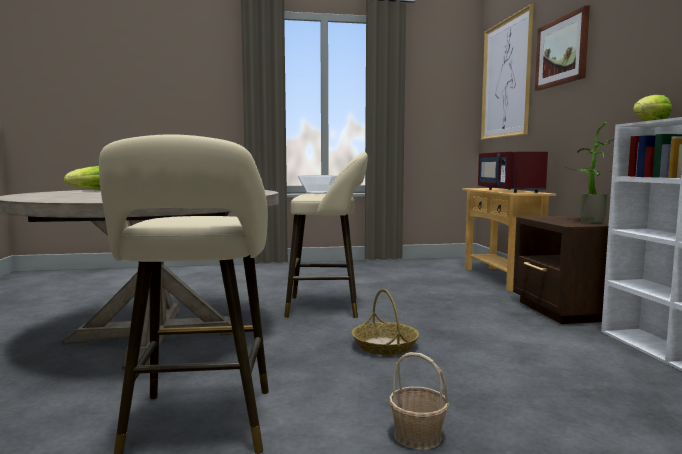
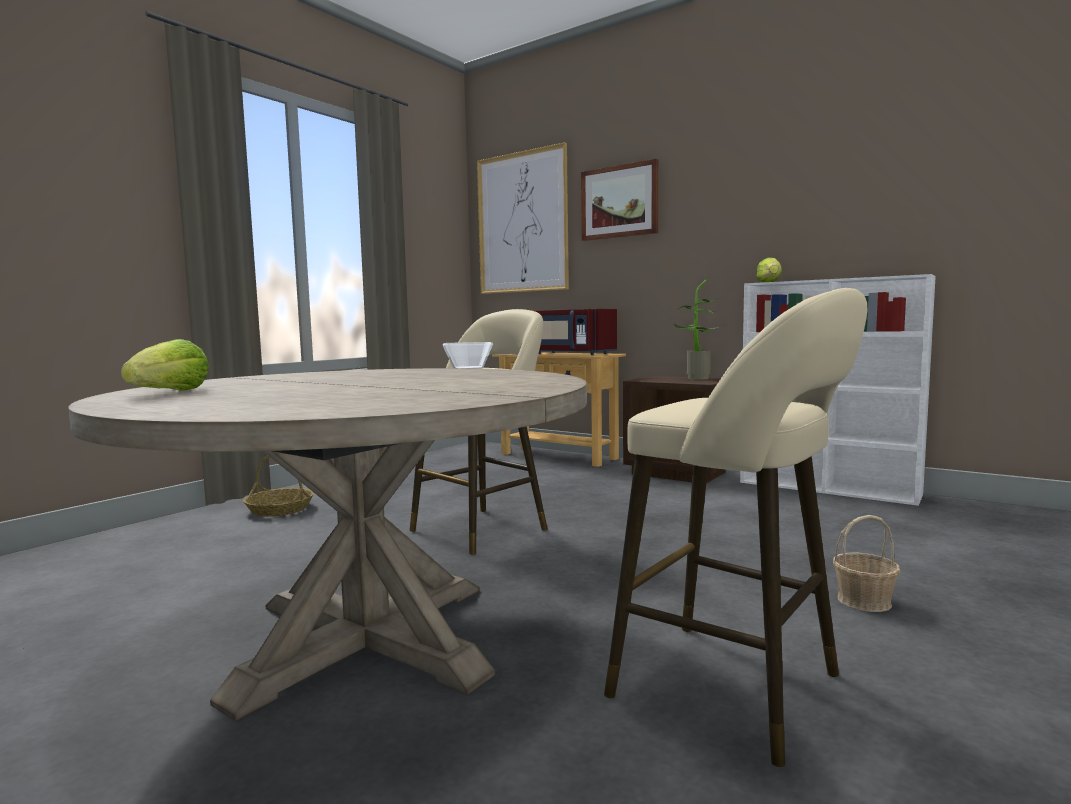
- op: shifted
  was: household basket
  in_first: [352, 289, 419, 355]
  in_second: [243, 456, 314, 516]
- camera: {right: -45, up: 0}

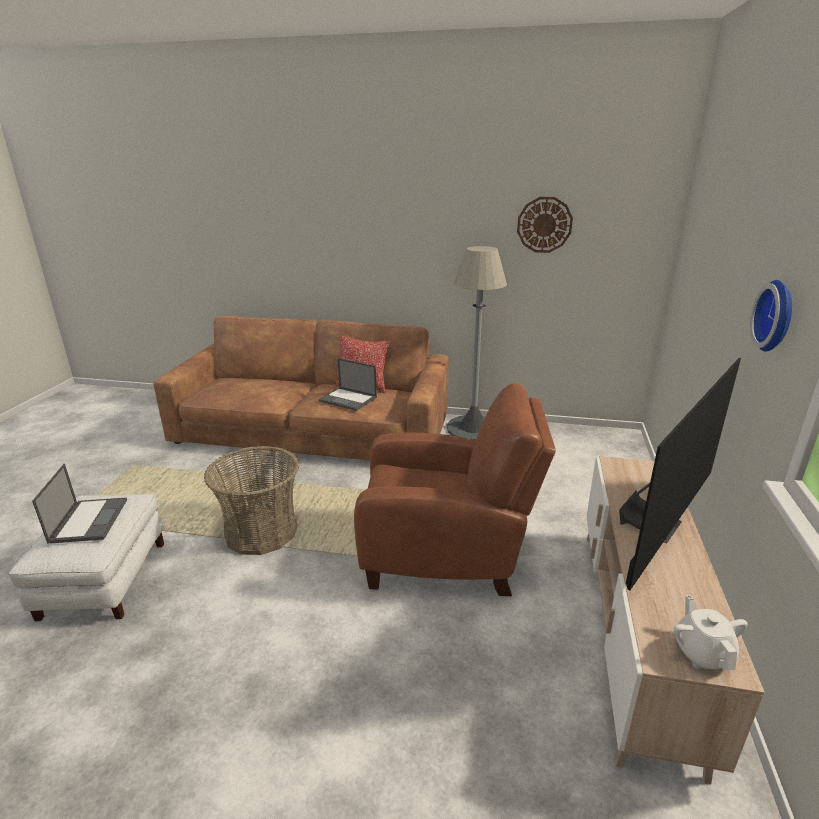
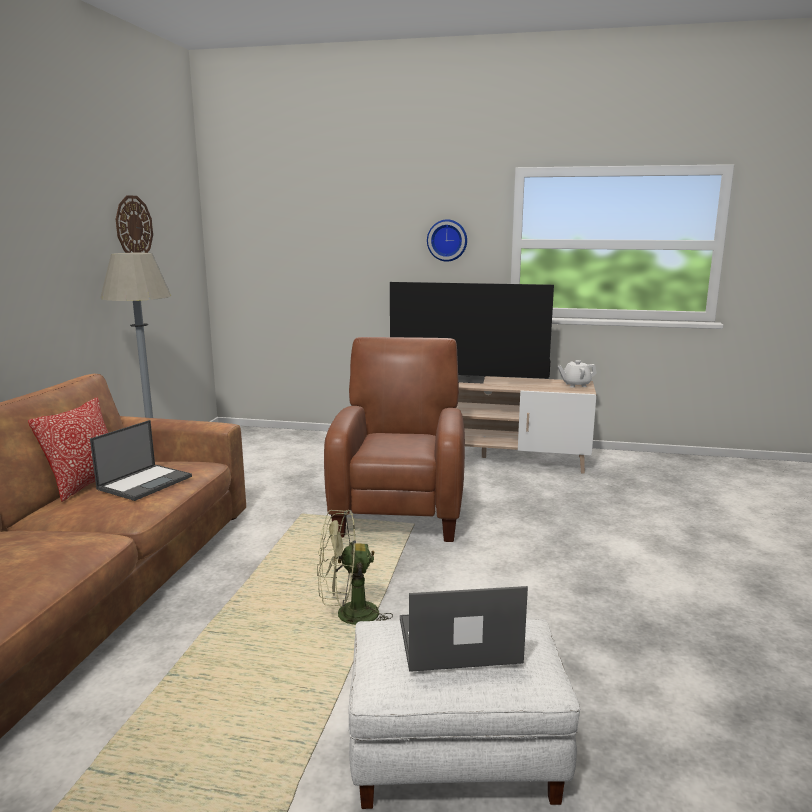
- op: swapped
  was: household basket
  now: green fan
  in_first: [204, 446, 299, 555]
  in_second: [317, 510, 393, 625]
- op: rotated
  was: TV
  in_first: [619, 358, 741, 591]
  in_second: [390, 282, 554, 383]
  clockwise: 150
- camera: {right: -90, up: -10}

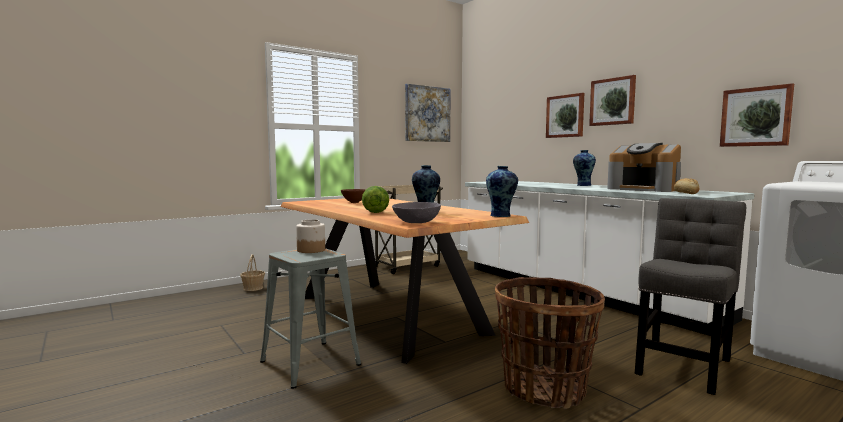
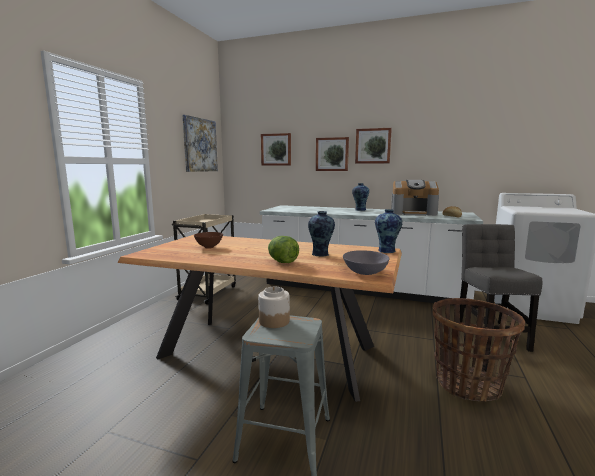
- op: gone
  was: household basket
  in_first: [240, 254, 265, 291]
- op: shifted
  was: picture
  in_first: [720, 83, 794, 147]
  in_second: [261, 133, 291, 166]
- camera: {right: -35, up: 5}

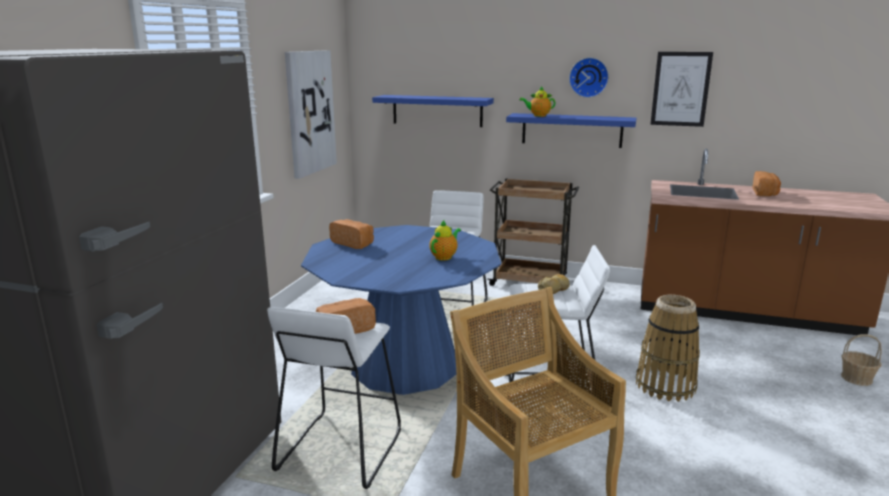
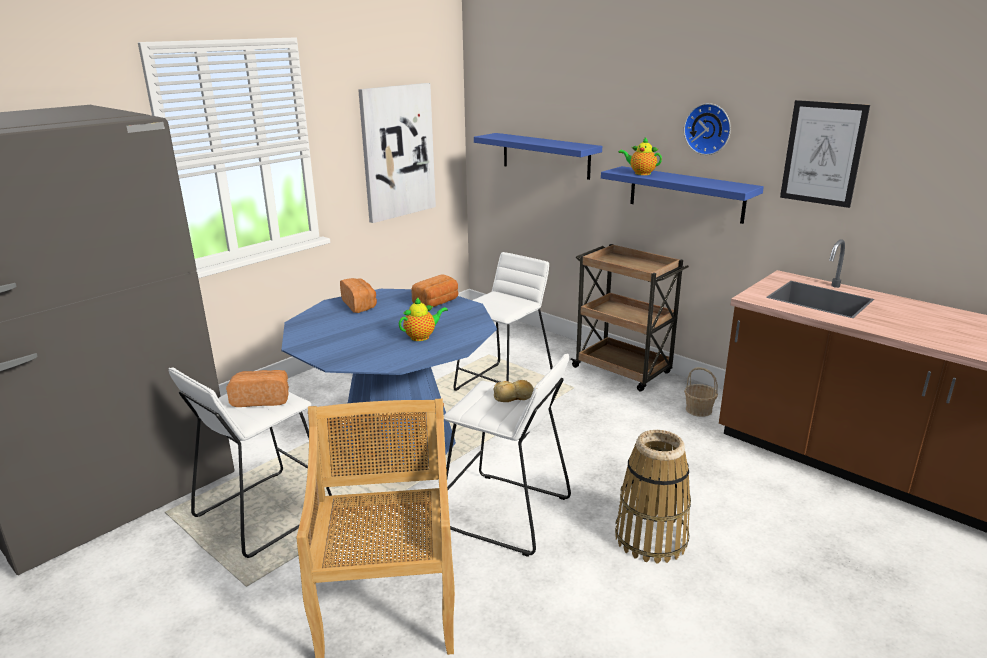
- op: shifted
  was: baked bread
  in_first: [752, 171, 781, 196]
  in_second: [411, 274, 459, 307]
- op: shifted
  was: household basket
  in_first: [841, 334, 882, 386]
  in_second: [684, 367, 718, 417]
- camera: {right: 25, up: 5}

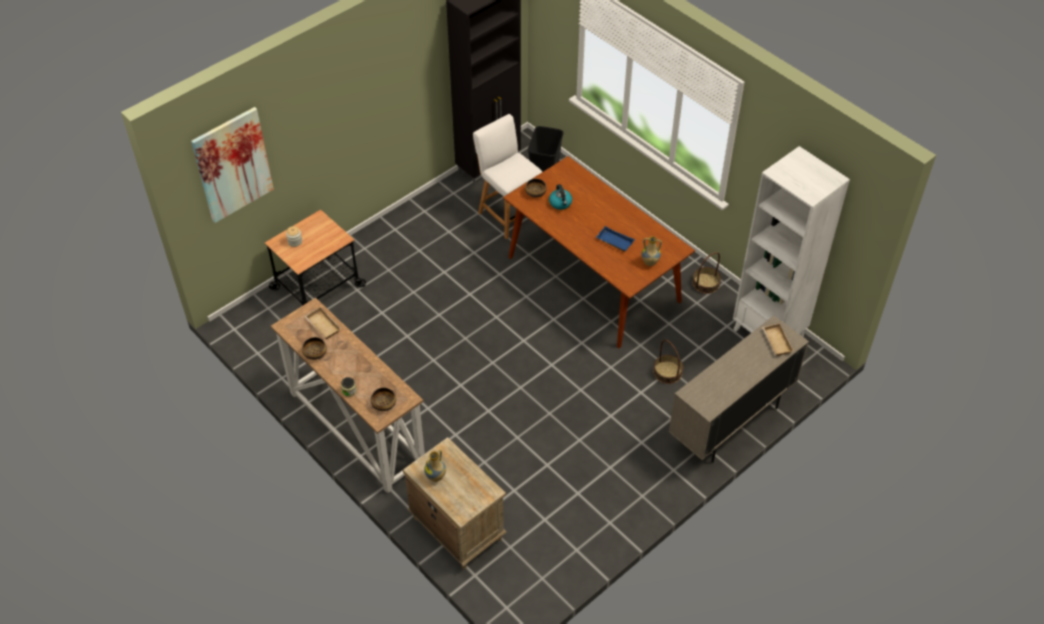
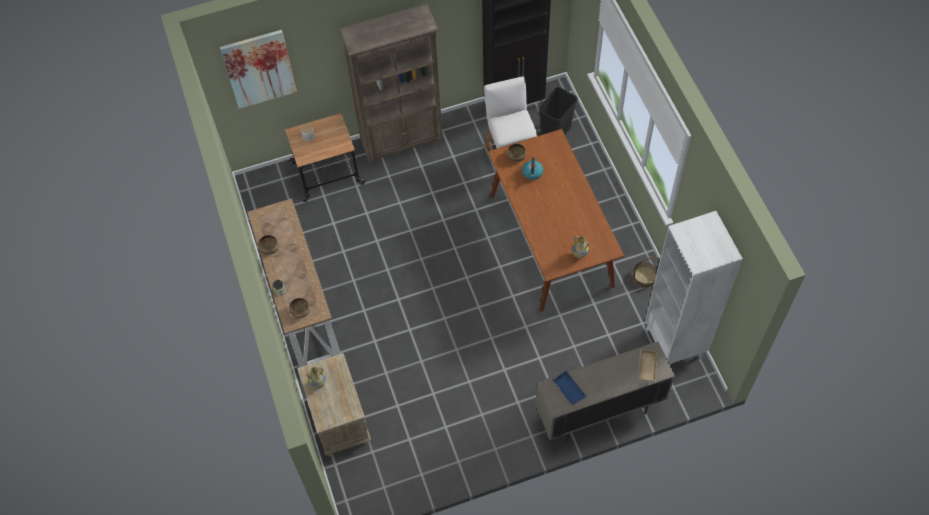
- op: gone
  was: sand-coloured tray
  in_first: [304, 307, 341, 339]
- op: gone
  was: household basket
  in_first: [653, 339, 683, 384]
- op: new
  now: brownish bookcase
  in_second: [339, 4, 443, 165]
- op: shifted
  was: bluish tray
  in_first: [596, 226, 635, 252]
  in_second: [553, 371, 586, 405]
- camera: {right: 25, up: 10}

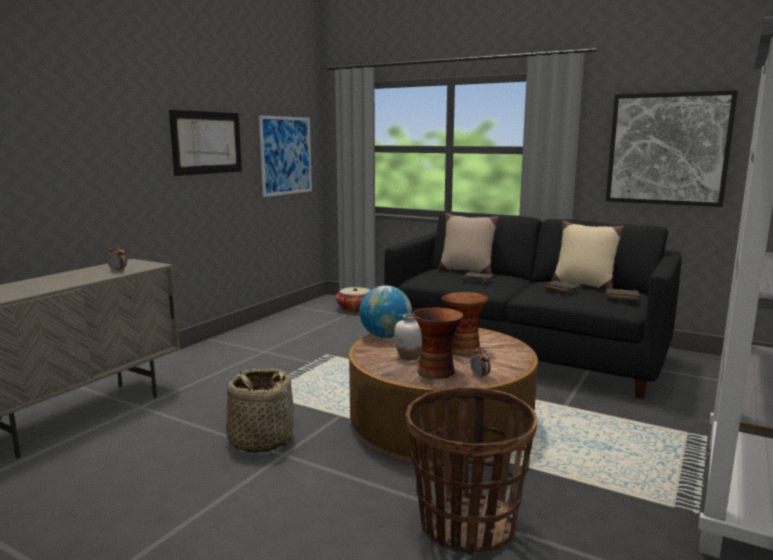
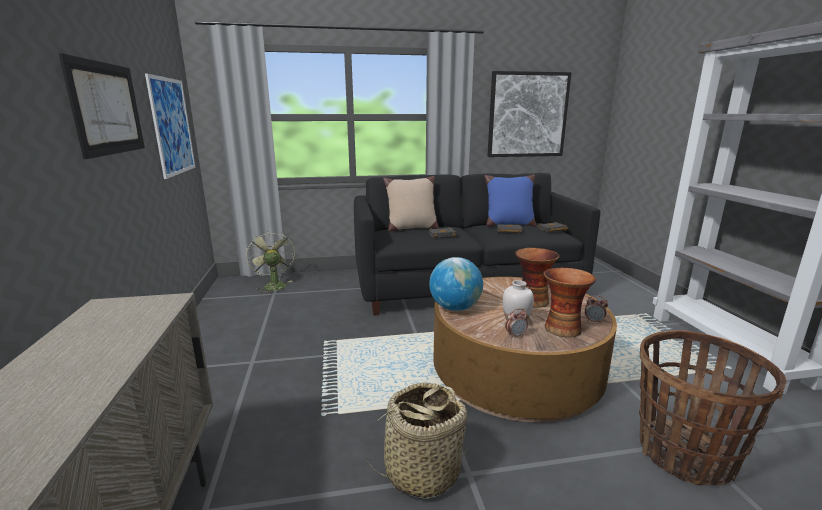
- op: shifted
  was: table clock
  in_first: [107, 245, 127, 272]
  in_second: [505, 309, 528, 338]
- op: swapped
  was: household basket
  now: green fan
  in_first: [335, 287, 370, 312]
  in_second: [246, 230, 295, 294]
- op: repainted
  was: sand-coloured pillow
  now: bluish pillow
  in_first: [552, 220, 625, 290]
  in_second: [484, 175, 536, 227]
- camera: {right: -40, up: 5}

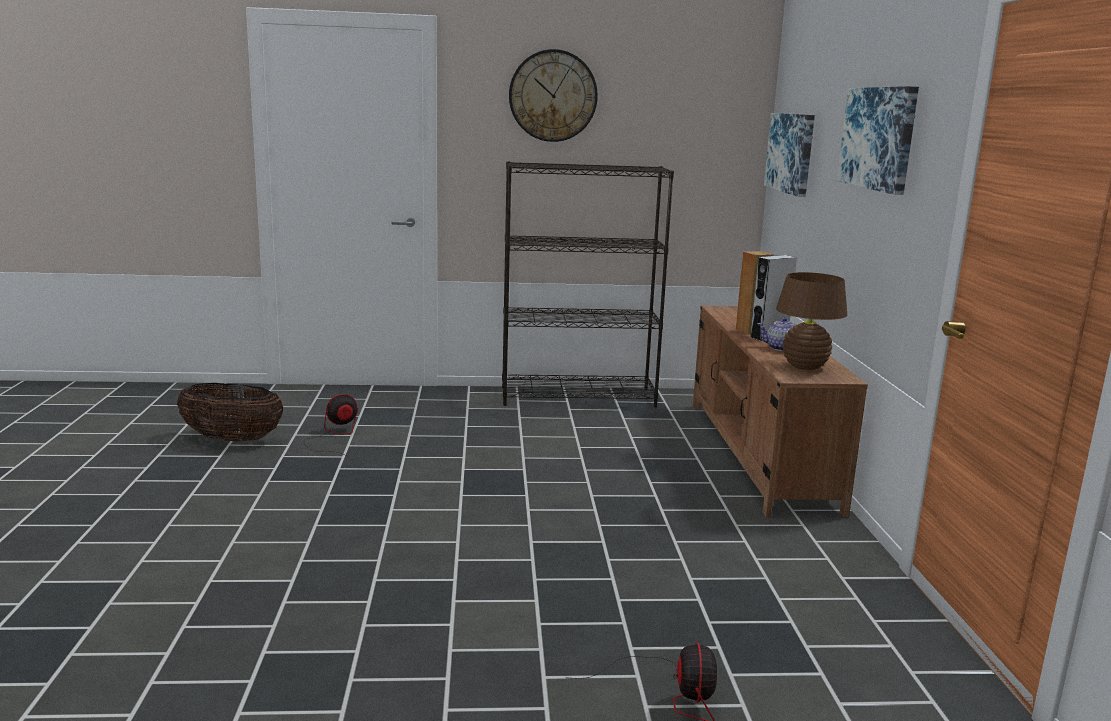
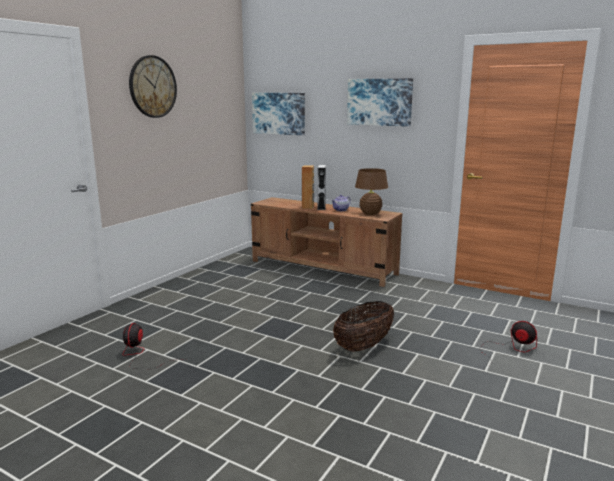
- op: gone
  was: black-coloured bookcase
  in_first: [502, 161, 674, 407]
- op: shifted
  was: household basket
  in_first: [177, 383, 284, 441]
  in_second: [333, 301, 394, 352]
- camera: {right: -55, up: 0}

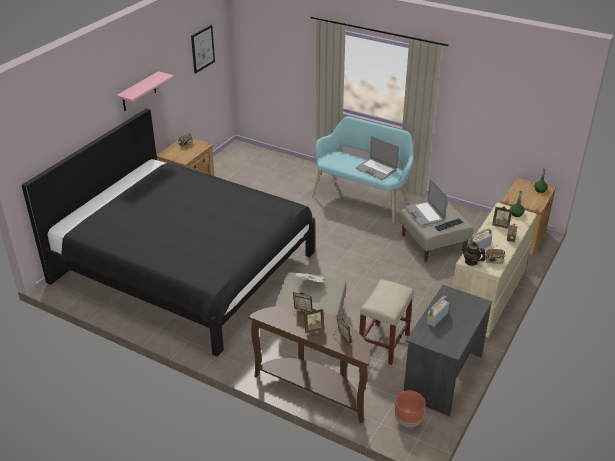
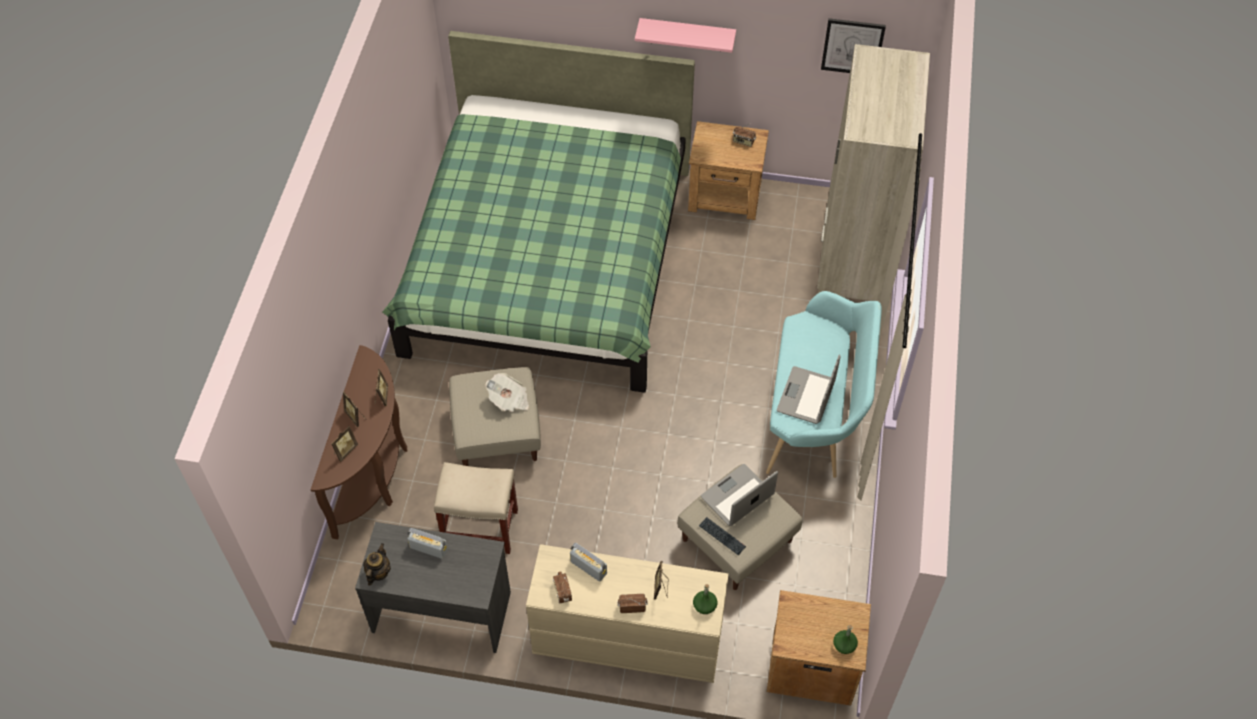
- op: gone
  was: brownish planter
  in_first: [395, 391, 425, 428]
- op: new
  now: sand-coloured armoire
  in_second: [817, 44, 930, 301]
- op: shifted
  was: tea pot
  in_first: [461, 241, 485, 266]
  in_second: [363, 543, 391, 585]
- op: repainted
  was: black-coloured bed
  now: green bed
  in_first: [21, 108, 315, 357]
  in_second: [383, 31, 695, 393]
- camera: {right: 70, up: 20}

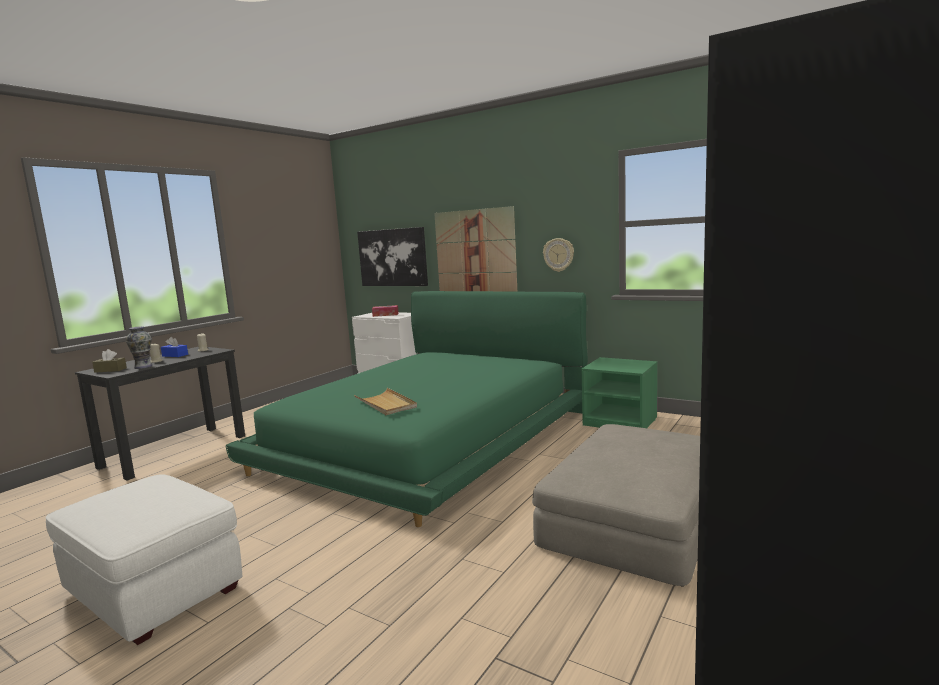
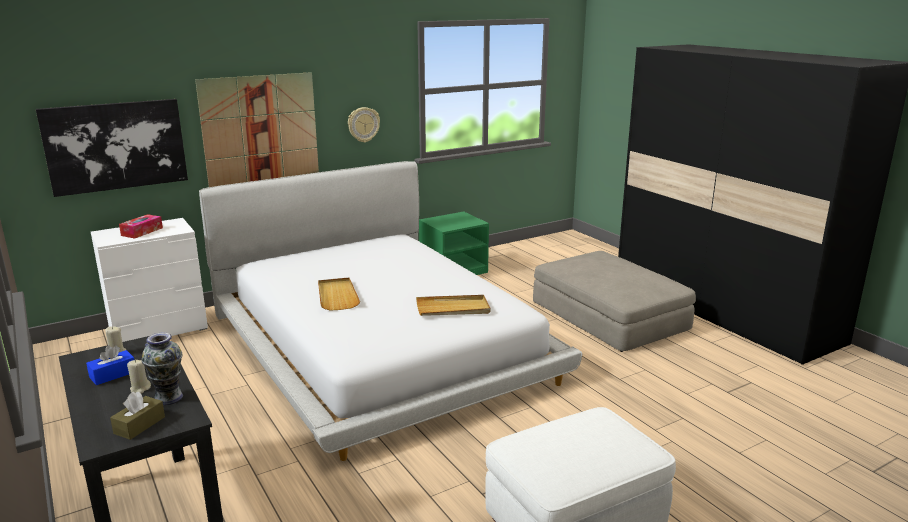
- op: new
  now: sand-coloured tray
  in_second: [318, 278, 360, 311]
- op: repainted
  was: green bed
  now: white-coloured bed
  in_first: [226, 291, 588, 527]
  in_second: [199, 161, 582, 461]
- camera: {right: -65, up: 10}

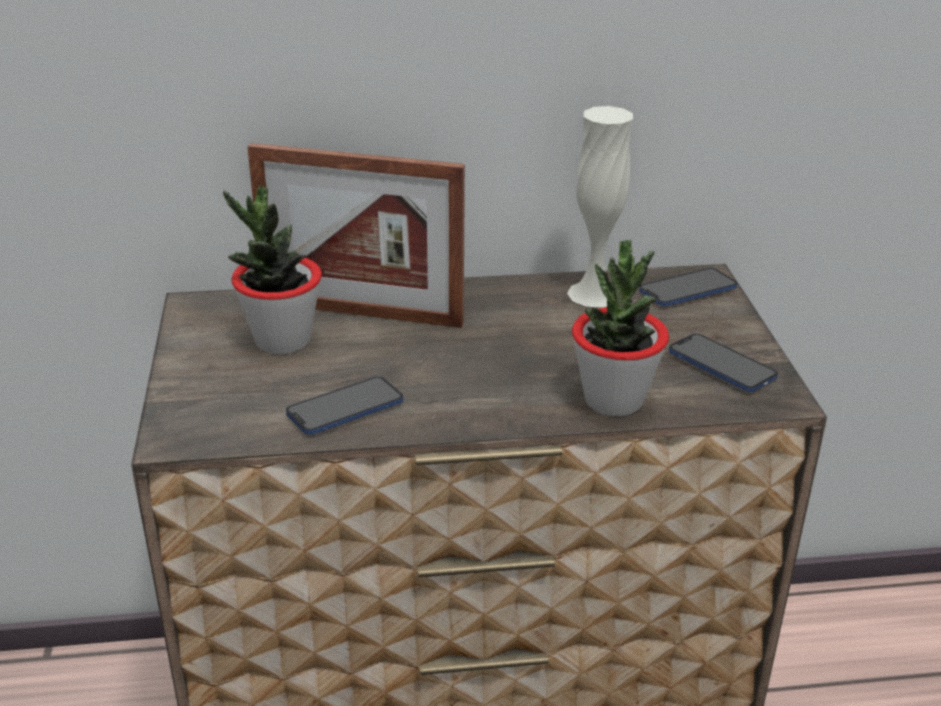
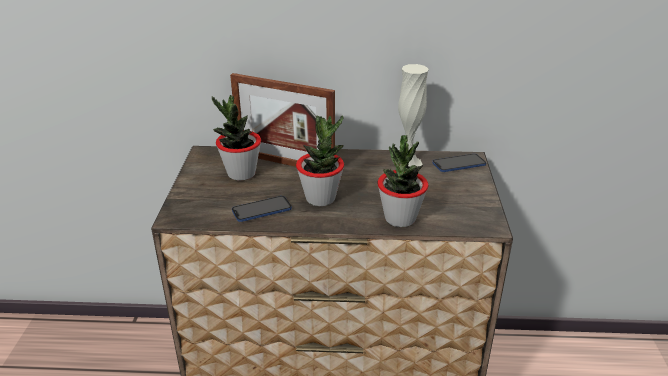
- op: gone
  was: handset
  in_first: [669, 334, 778, 392]
- op: new
  now: plant in a pot
  in_second: [296, 115, 344, 206]
- camera: {right: 10, up: 0}

